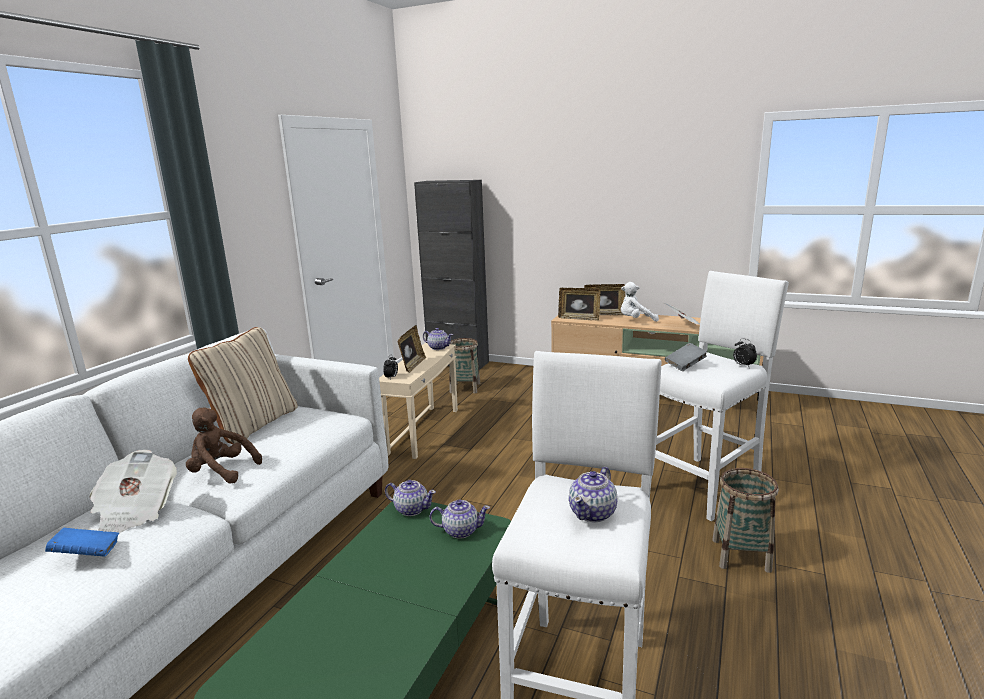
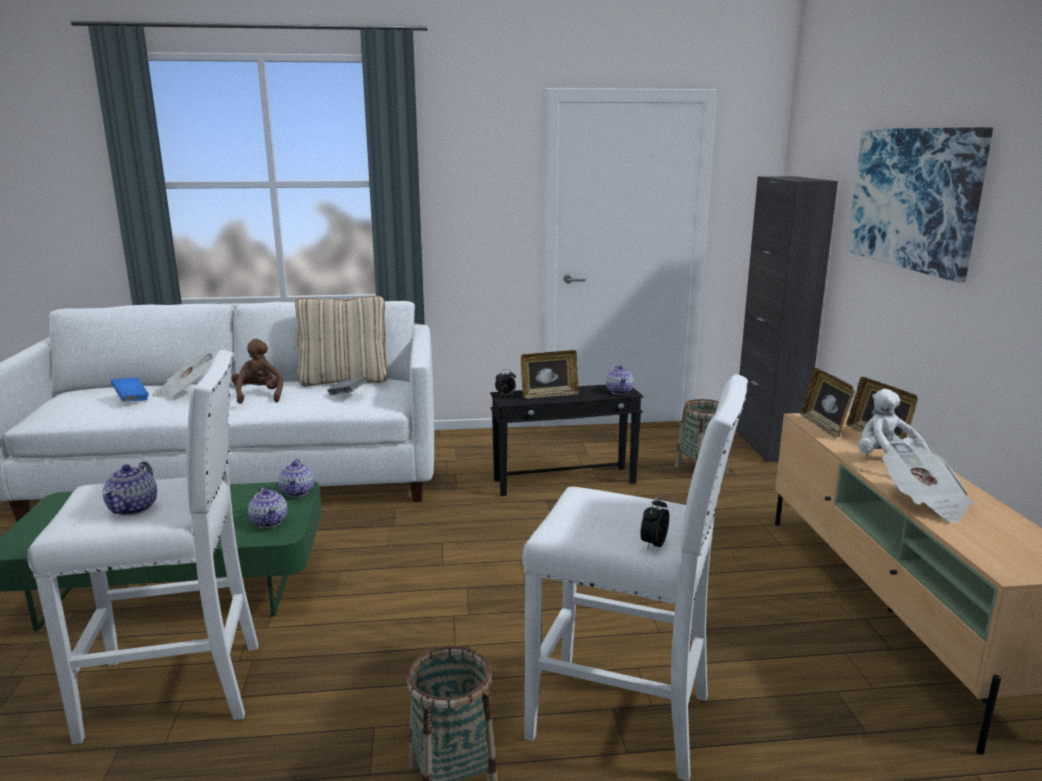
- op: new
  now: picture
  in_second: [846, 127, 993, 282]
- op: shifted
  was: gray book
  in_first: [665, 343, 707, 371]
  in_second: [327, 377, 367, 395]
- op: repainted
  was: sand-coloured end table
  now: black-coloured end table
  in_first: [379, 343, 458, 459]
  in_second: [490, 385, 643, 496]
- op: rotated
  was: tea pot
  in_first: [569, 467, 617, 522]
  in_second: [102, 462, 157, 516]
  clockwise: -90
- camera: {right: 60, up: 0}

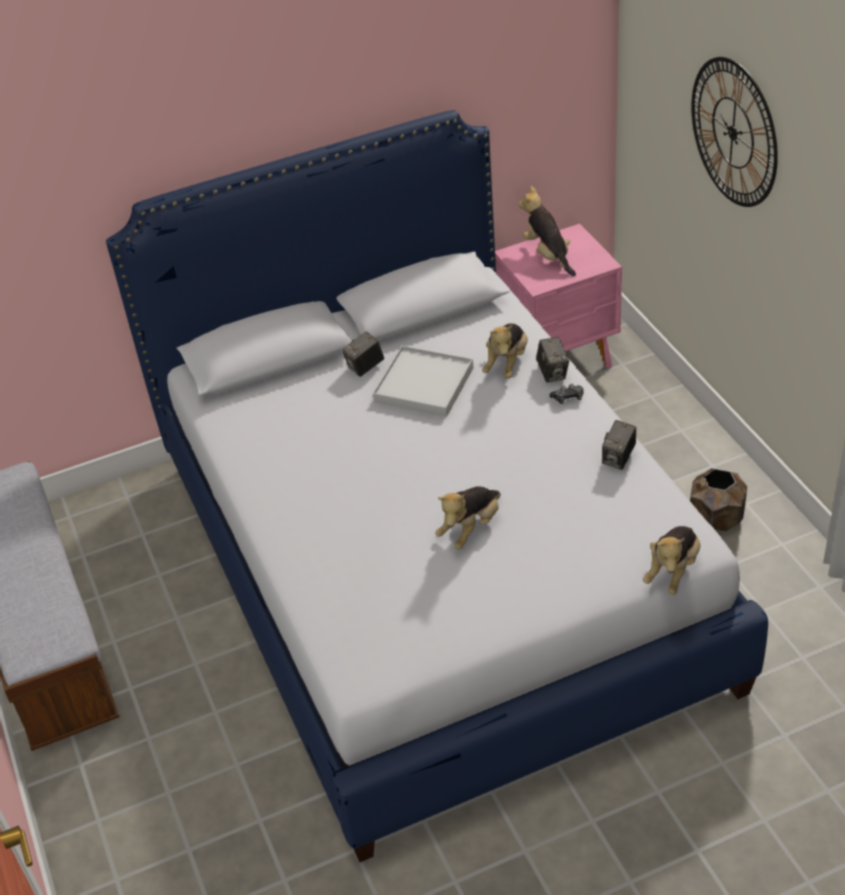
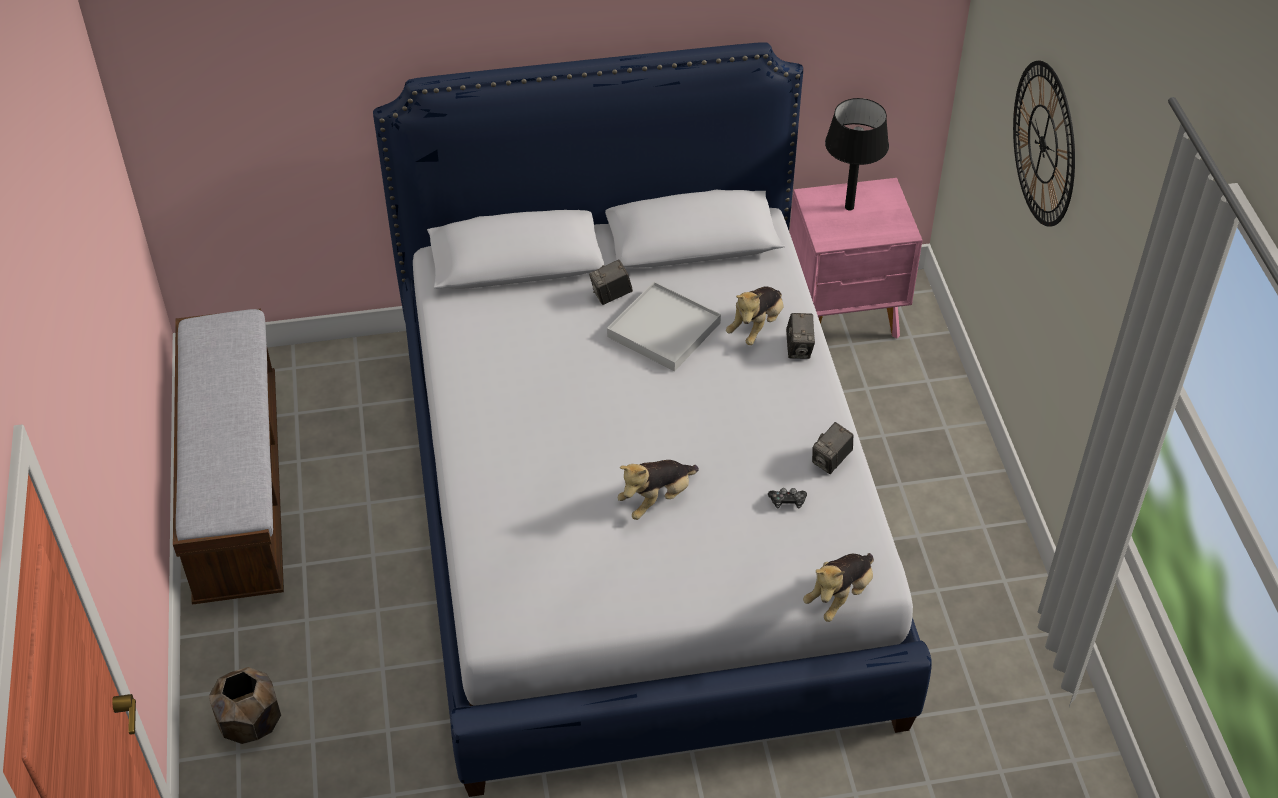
- op: shifted
  was: gamepad
  in_first: [549, 384, 584, 404]
  in_second: [768, 488, 807, 508]
- op: shifted
  was: brownish planter
  in_first: [690, 469, 747, 532]
  in_second: [209, 667, 281, 744]
- op: swapped
  was: soft toy
  now: black-coloured tabletop lamp
  in_first: [518, 186, 576, 276]
  in_second: [825, 98, 889, 210]
- camera: {right: 10, up: 5}

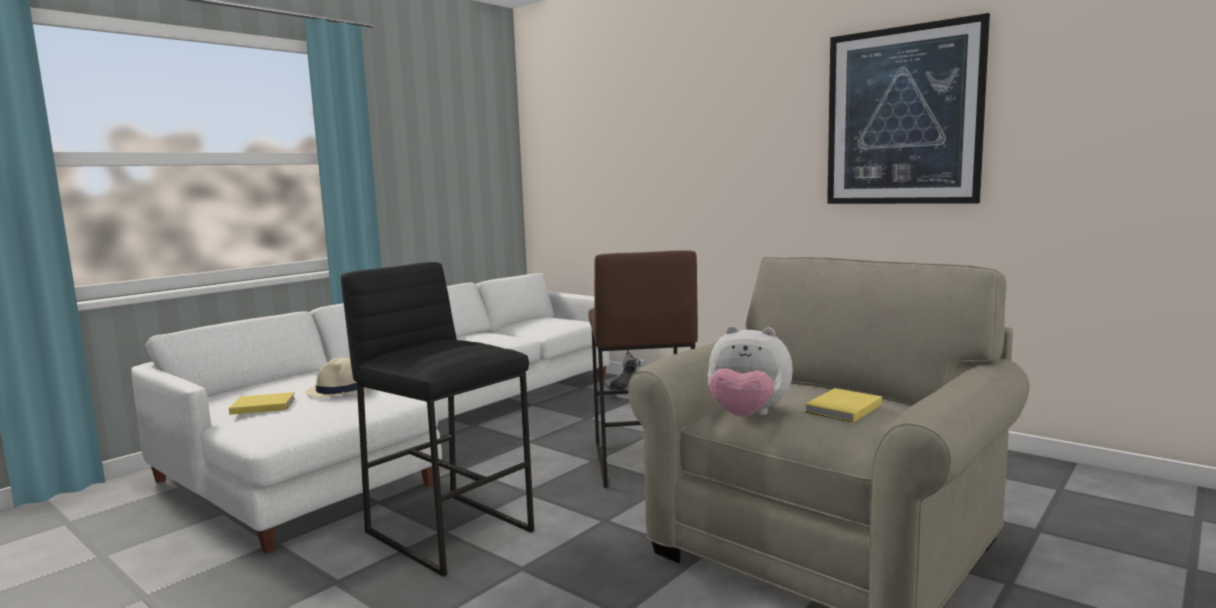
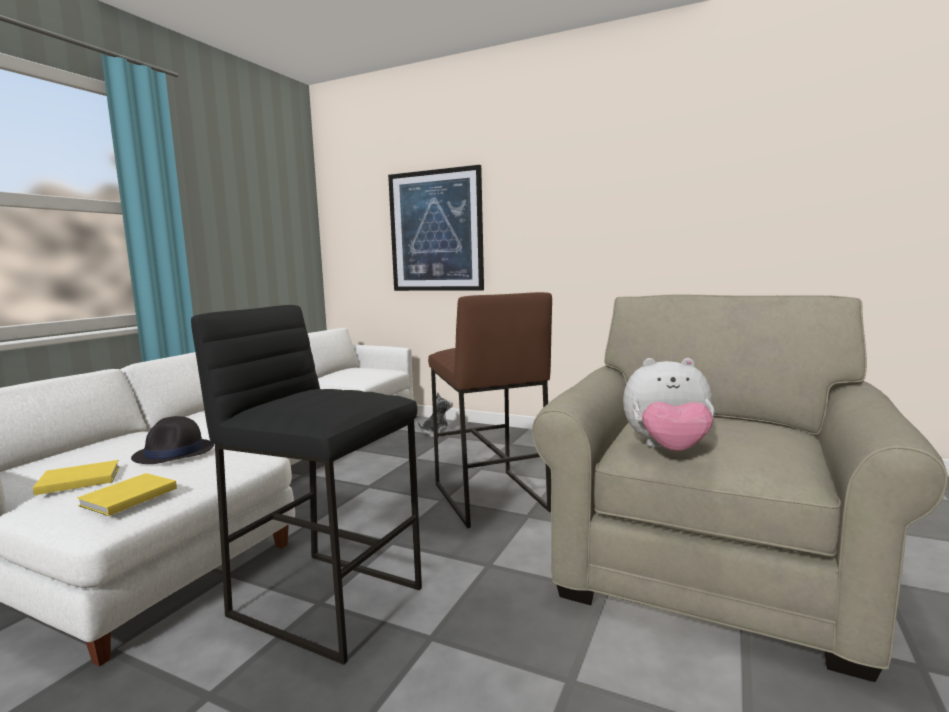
- op: shifted
  was: yellow-coloured book
  in_first: [804, 388, 882, 422]
  in_second: [77, 473, 177, 516]
- op: shifted
  was: picture
  in_first: [827, 13, 990, 204]
  in_second: [388, 165, 484, 291]
- op: repainted
  was: sand-coloured clothing hat
  now: black-coloured clothing hat
  in_first: [306, 358, 370, 398]
  in_second: [131, 416, 214, 464]
- camera: {right: -15, up: 0}

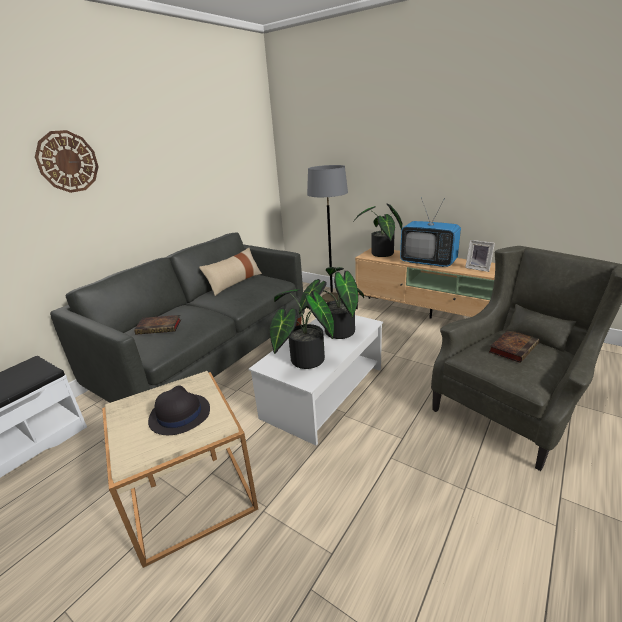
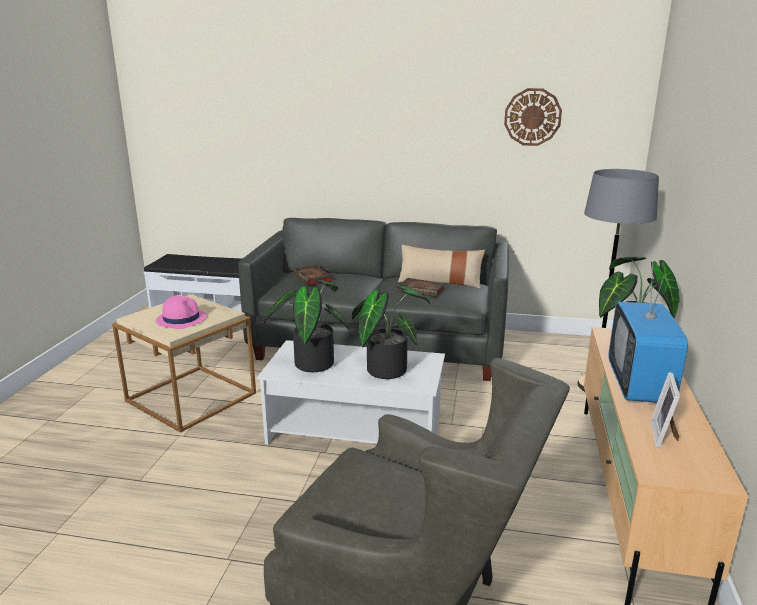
- op: shifted
  was: hanging clock
  in_first: [35, 130, 99, 193]
  in_second: [504, 88, 562, 146]
- op: shifted
  was: book
  in_first: [489, 330, 539, 363]
  in_second: [398, 278, 445, 297]
- op: repainted
  was: black-coloured clothing hat
  now: pinkish clothing hat
  in_first: [148, 385, 210, 435]
  in_second: [156, 295, 207, 329]
- camera: {right: 65, up: -5}

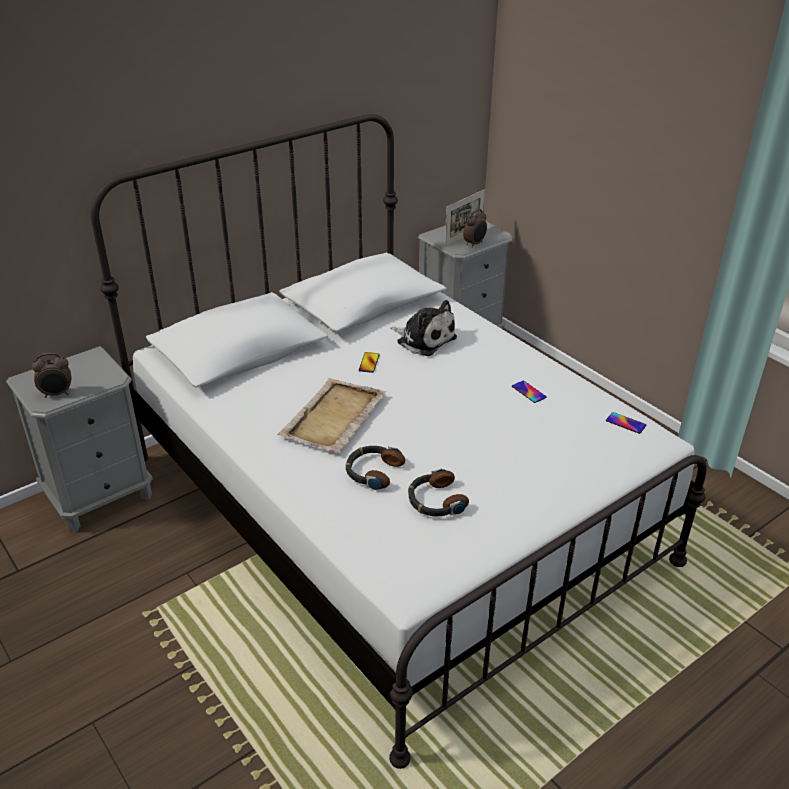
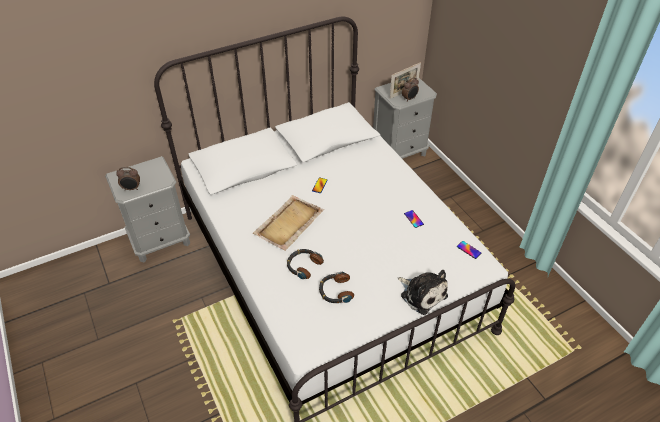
- op: shifted
  was: soft toy
  in_first: [390, 300, 457, 356]
  in_second: [397, 270, 448, 315]
- camera: {right: 10, up: 10}

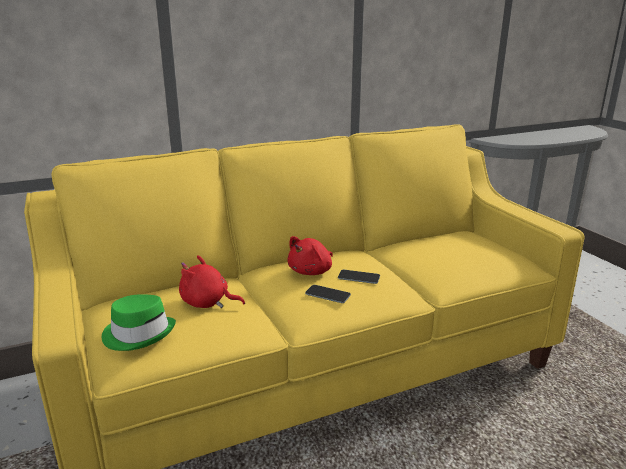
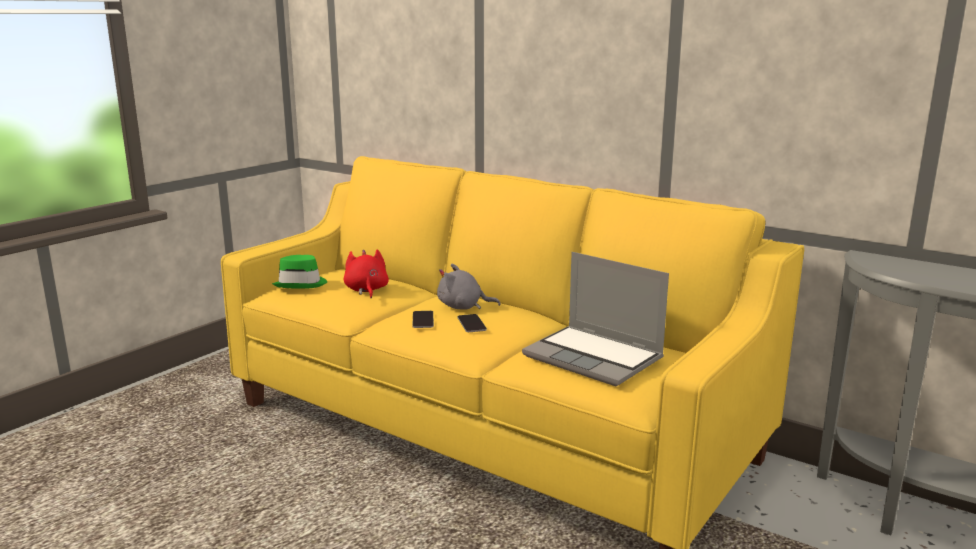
- op: new
  now: laptop
  in_second: [522, 252, 669, 386]
- op: repainted
  was: reddish soft toy
  now: gray soft toy
  in_first: [287, 236, 333, 275]
  in_second: [437, 264, 501, 310]
- camera: {right: 60, up: -5}

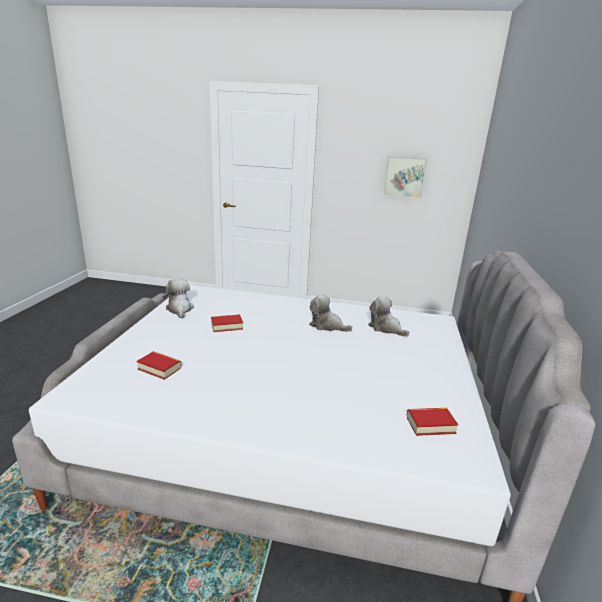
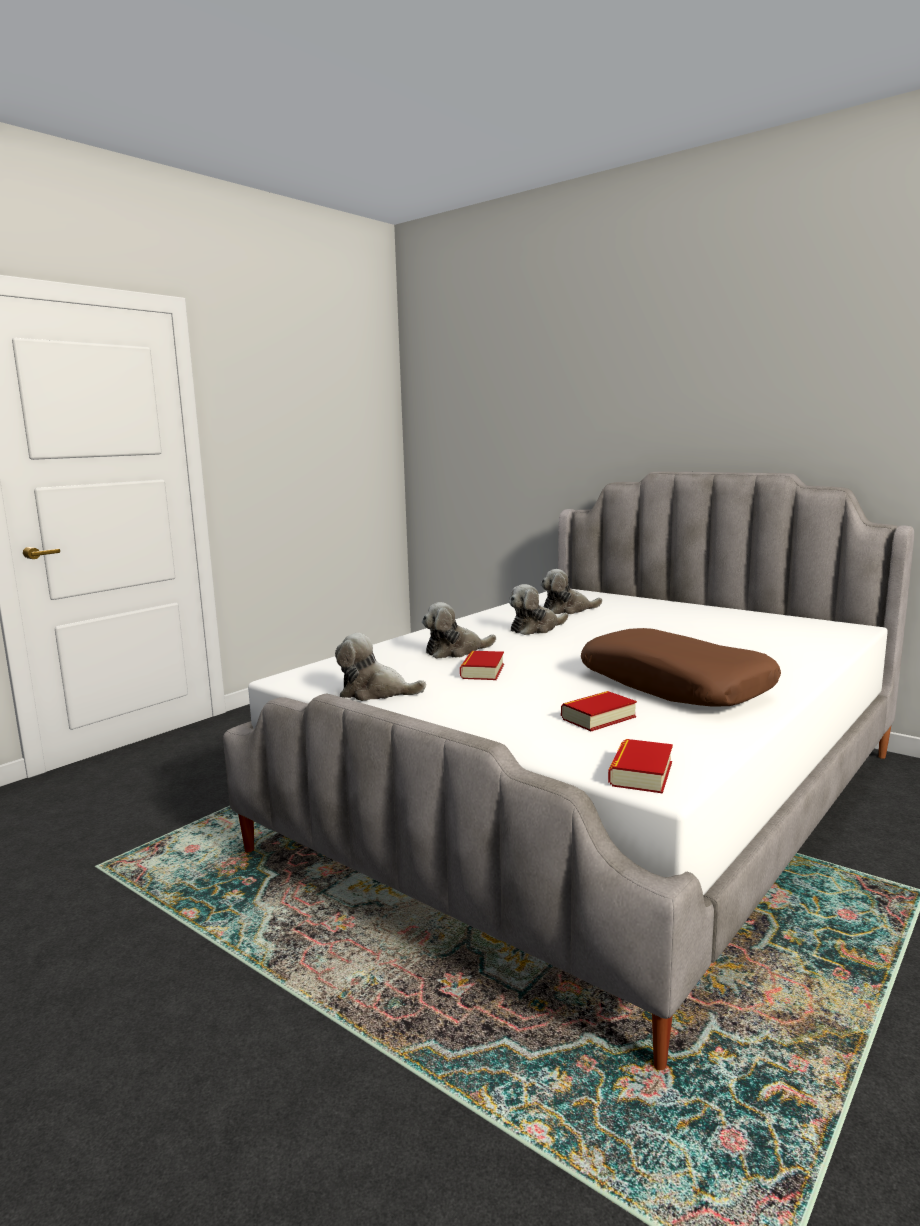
- op: gone
  was: picture
  in_first: [383, 156, 427, 198]
- op: new
  now: soft toy
  in_second: [422, 602, 496, 659]
- op: new
  now: brownish pillow
  in_second: [581, 628, 781, 707]
- op: shifted
  was: book
  in_first: [407, 408, 458, 436]
  in_second: [608, 739, 673, 794]
- camera: {right: -60, up: -10}

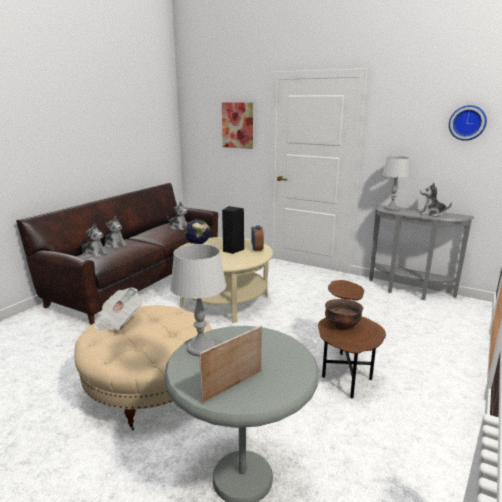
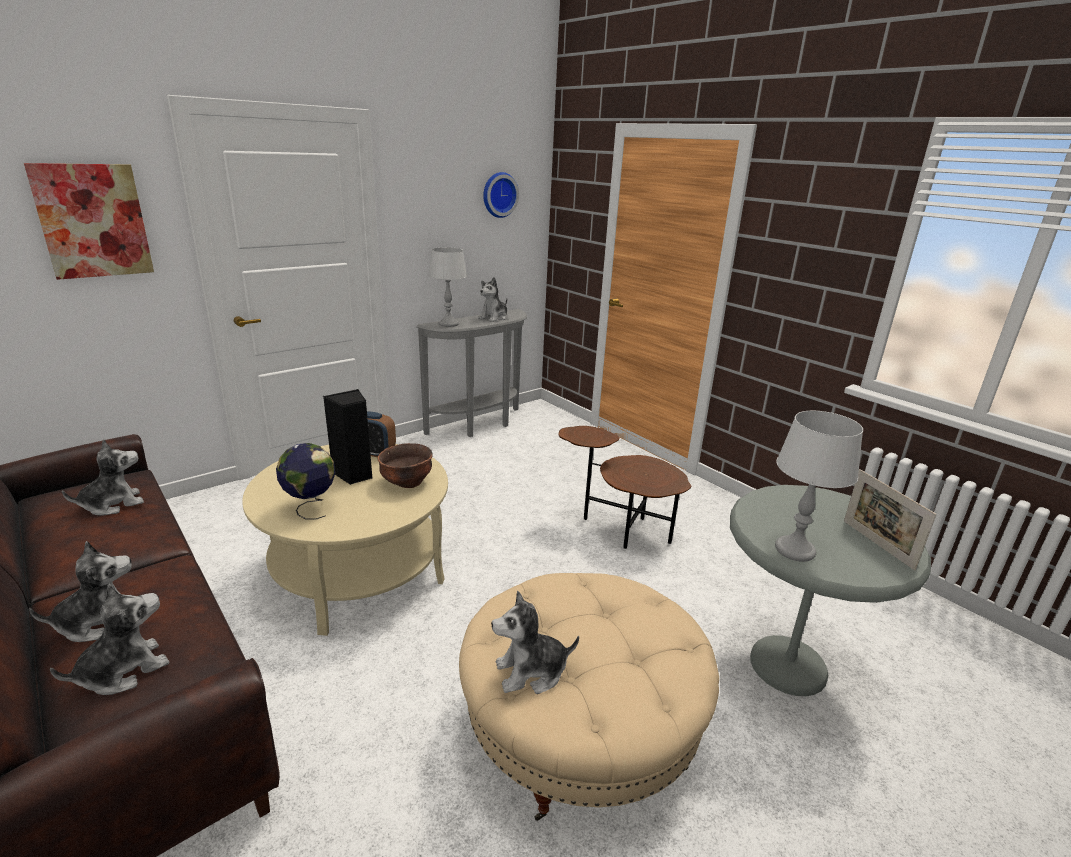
- op: shifted
  was: brownish deep dish
  in_first: [325, 299, 363, 330]
  in_second: [378, 443, 432, 488]
- op: swapped
  was: newspaper
  now: soft toy
  in_first: [94, 288, 142, 331]
  in_second: [491, 591, 579, 694]
- camera: {right: -70, up: 5}

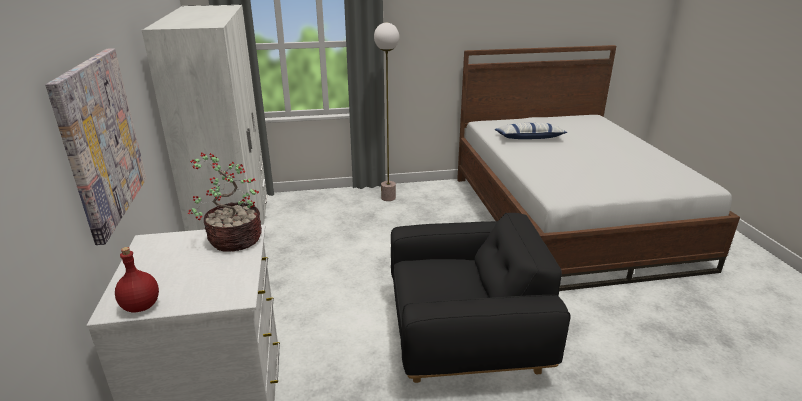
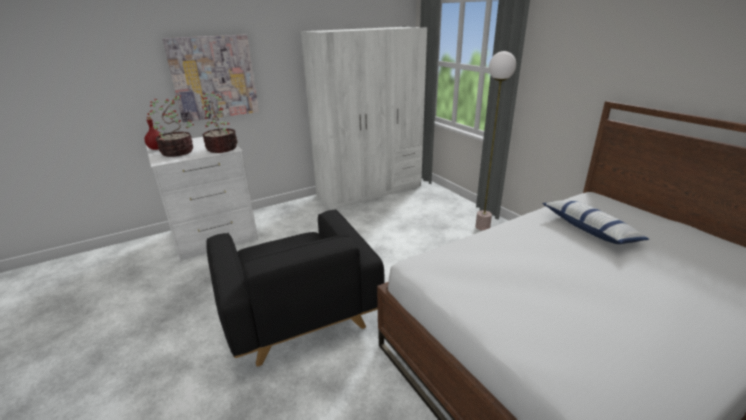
- op: new
  now: plant in a pot
  in_second: [148, 95, 194, 157]
- camera: {right: 70, up: 0}

